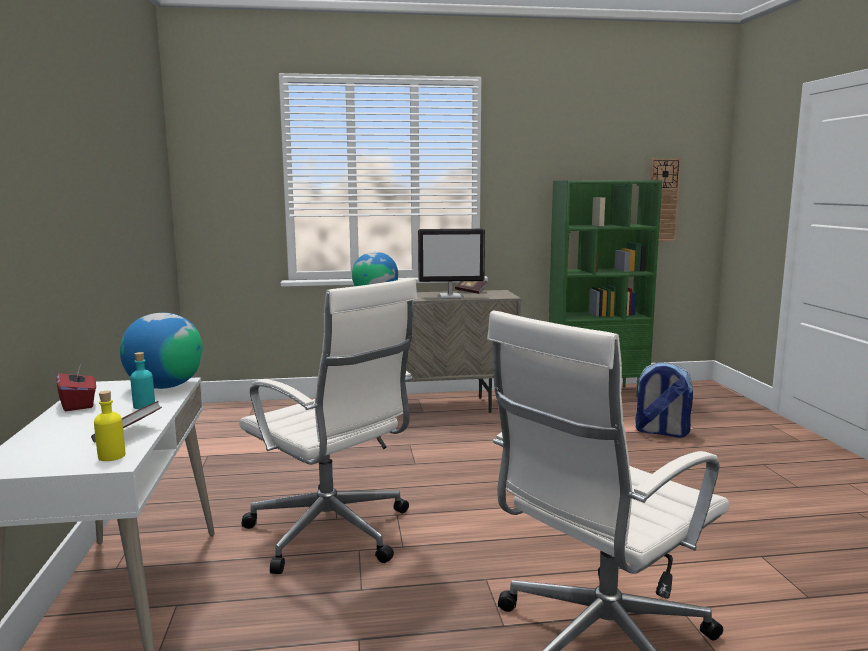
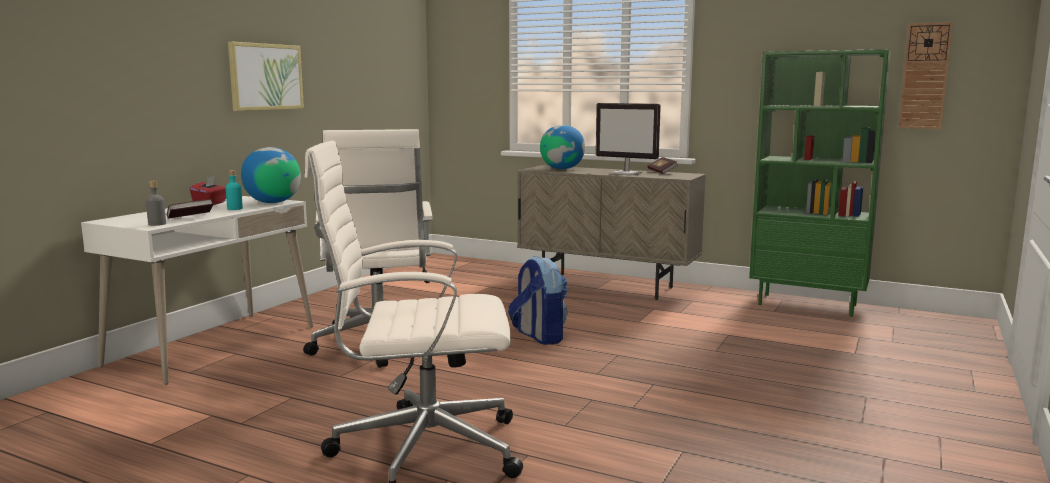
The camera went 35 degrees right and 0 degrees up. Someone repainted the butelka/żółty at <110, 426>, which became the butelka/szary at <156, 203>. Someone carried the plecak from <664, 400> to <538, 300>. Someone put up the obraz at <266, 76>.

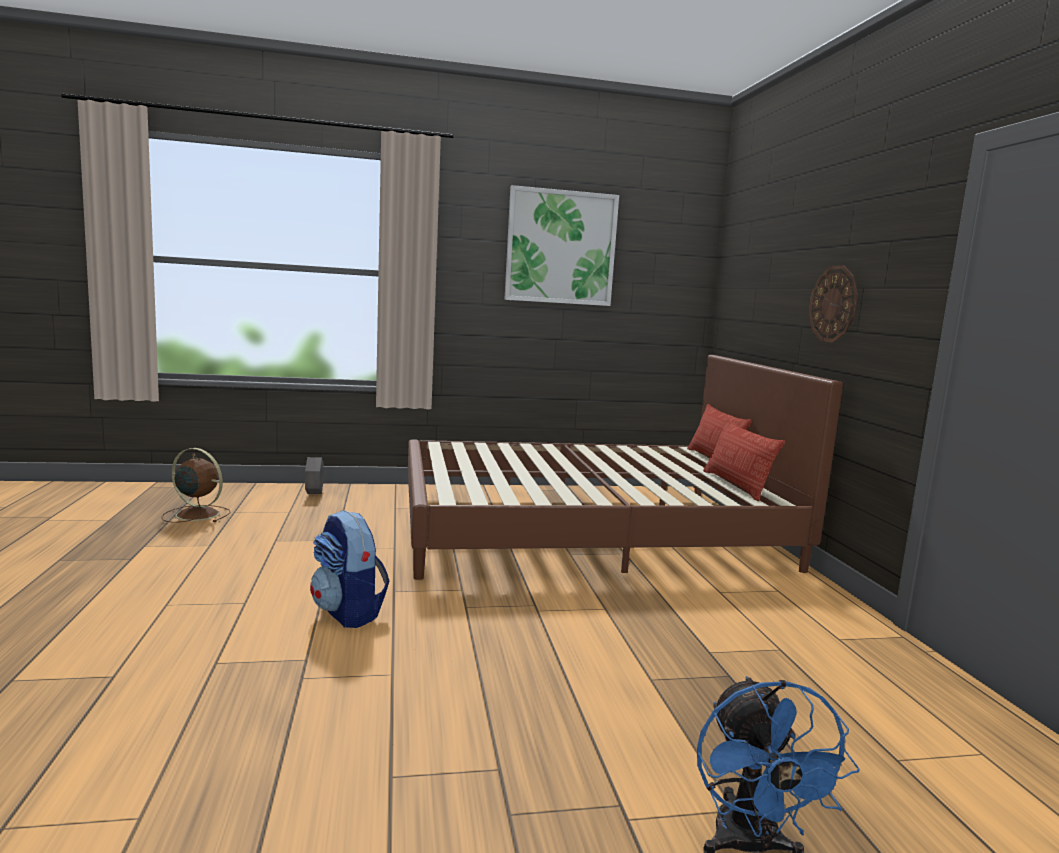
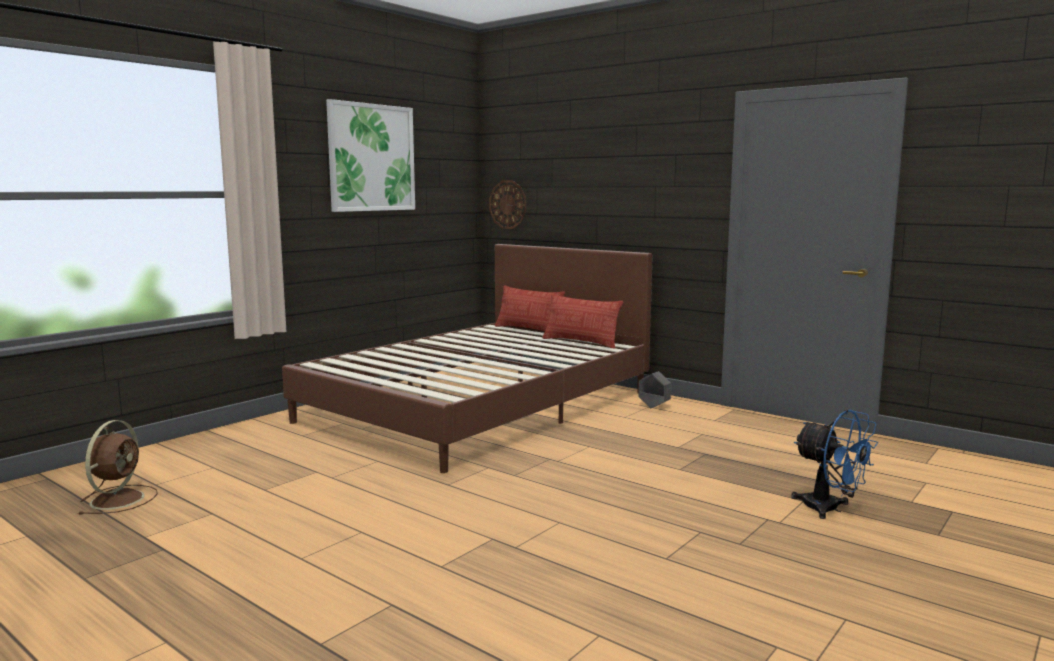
The camera went 40 degrees left and 0 degrees up. Someone rotated the wentylator/brązowy at <195, 485> by 120 degrees clockwise. Someone carried the donica/szary from <314, 475> to <654, 389>. Someone took away the plecak at <350, 569>. Someone carried the zegar ścienny from <833, 304> to <507, 204>.

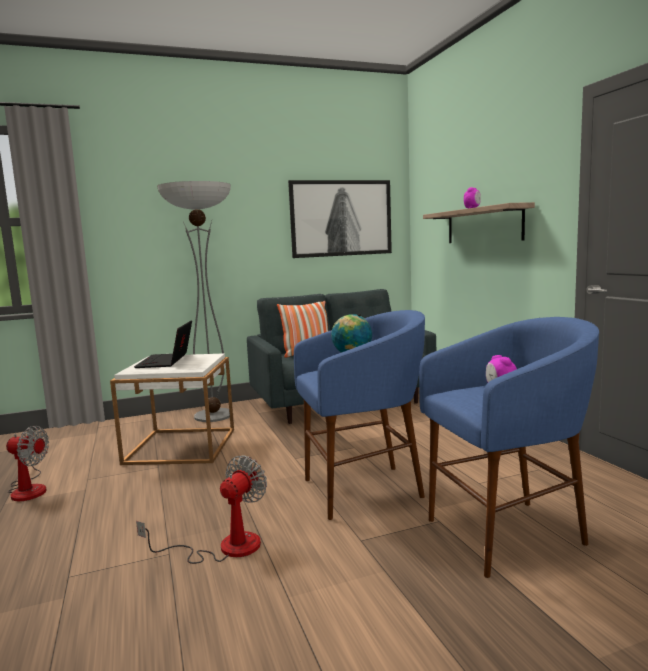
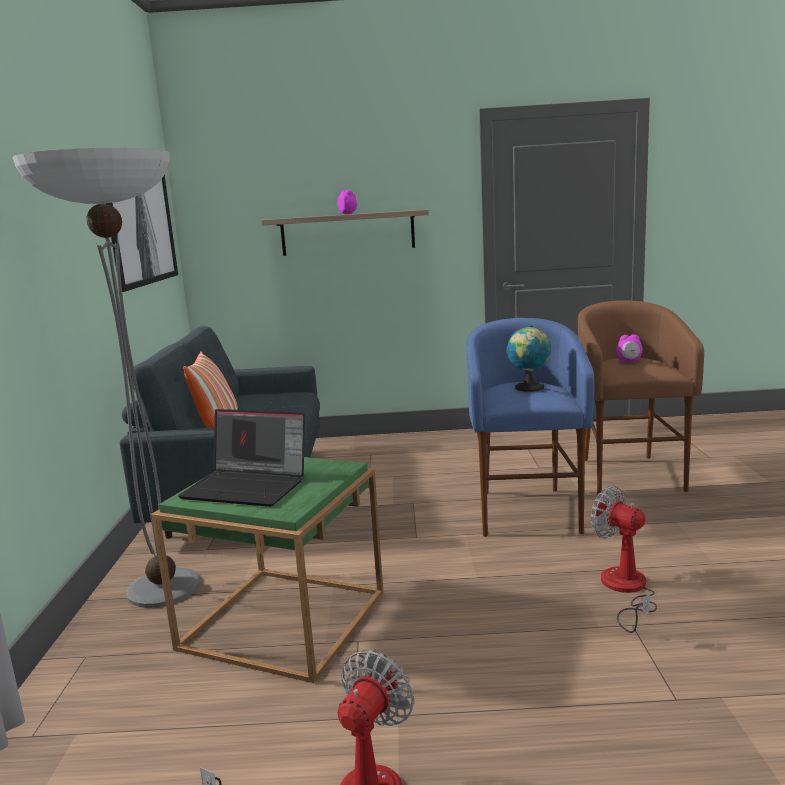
The camera went 70 degrees left and 5 degrees up. Someone repainted the stolik/biały at <172, 409>, which became the stolik/zielony at <267, 570>. Someone repainted the stołek/niebieski at <509, 447>, which became the stołek/brązowy at <641, 397>.

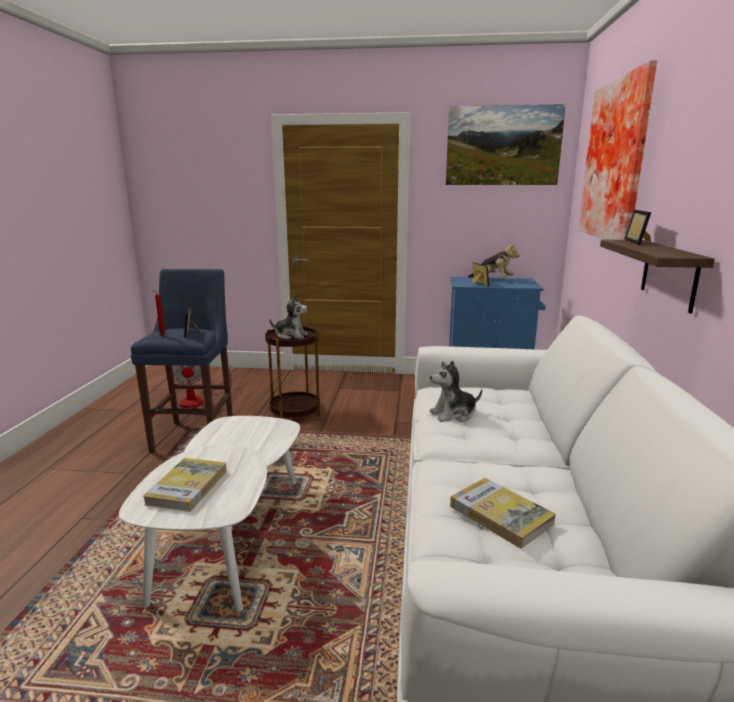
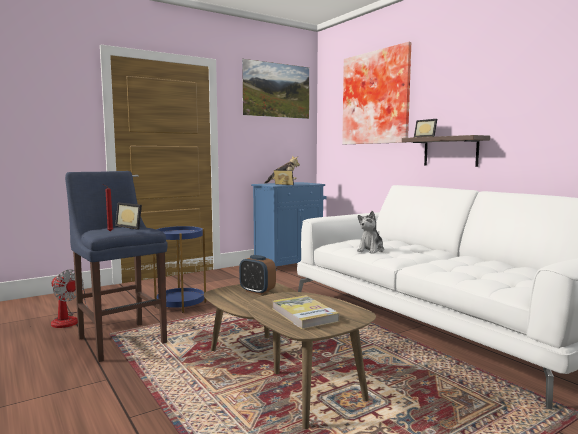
The camera went 40 degrees left and 10 degrees down. Someone repainted the ława/biały at <209, 514>, which became the ława/brązowy at <290, 356>. Someone repainted the stolik/brązowy at <292, 372>, which became the stolik/niebieski at <179, 269>. Someone took away the pluszak at <288, 316>. Someone took away the książka at <503, 513>. Someone put down the budzik at <257, 275>.

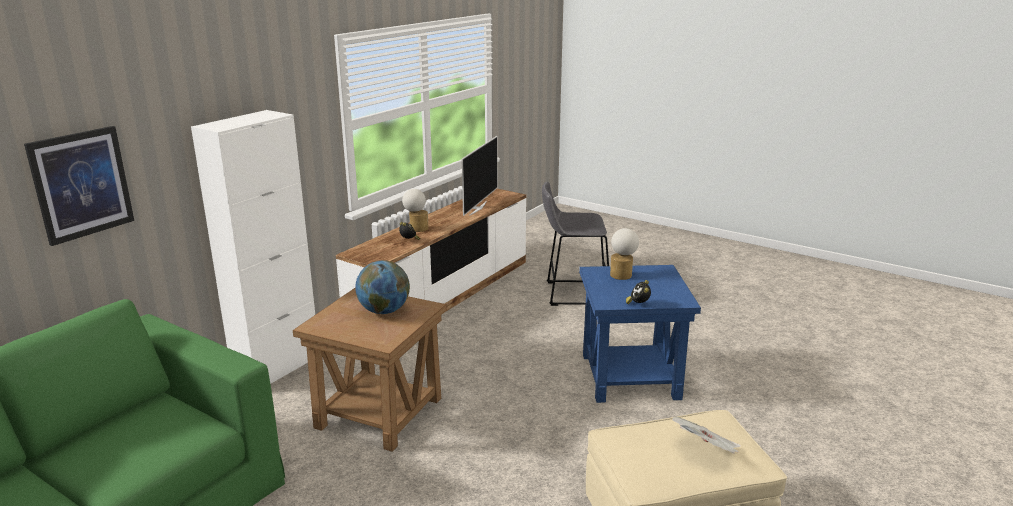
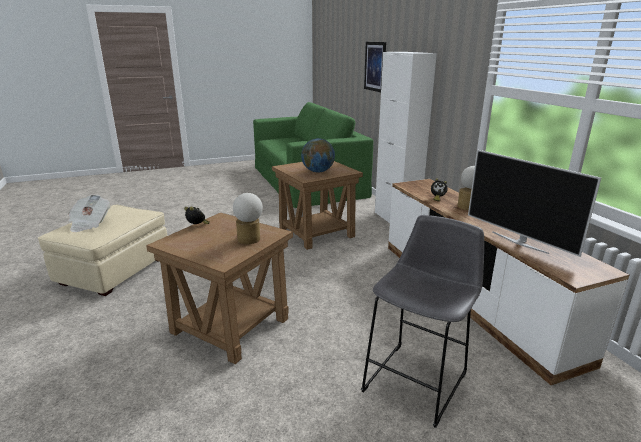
The camera went 125 degrees right and 0 degrees up. Someone repainted the stolik/niebieski at <640, 334>, which became the stolik/brązowy at <219, 288>.

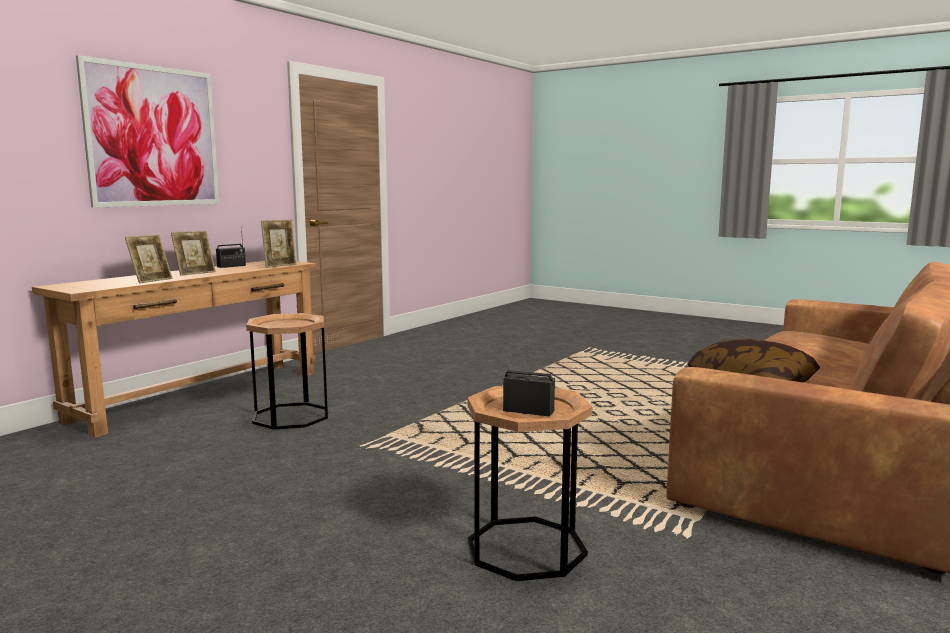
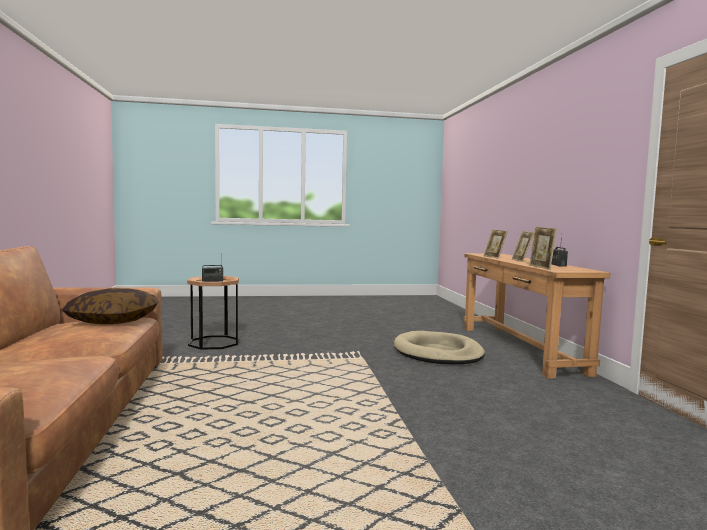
The camera went 135 degrees right and 5 degrees down. Someone took away the obraz at <147, 131>. Someone swapped the stolik/brązowy at <287, 371> for the legowisko/beżowy at <439, 347>.

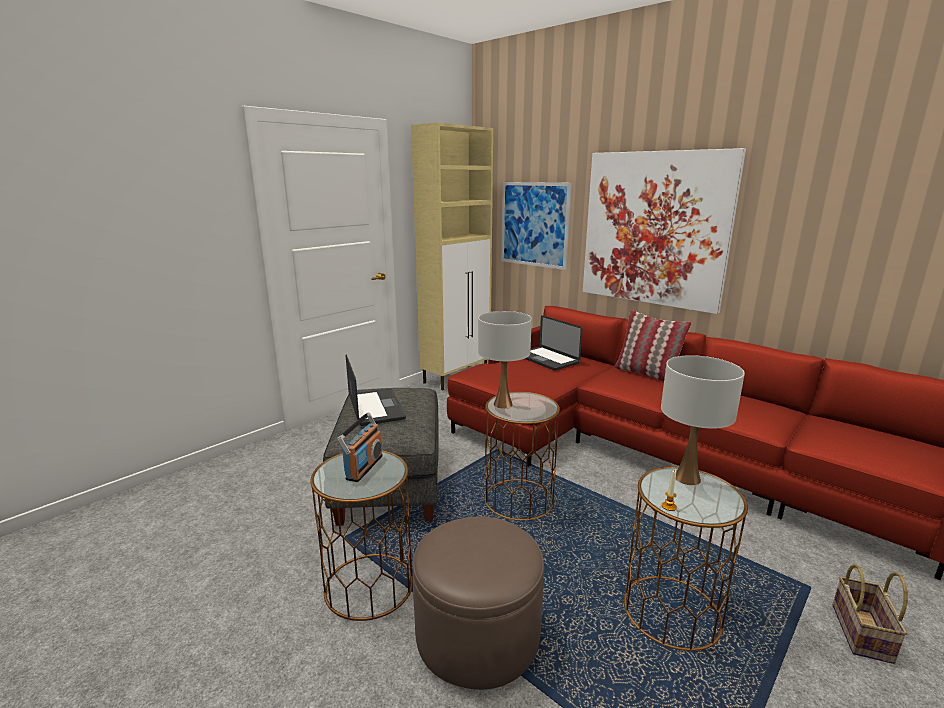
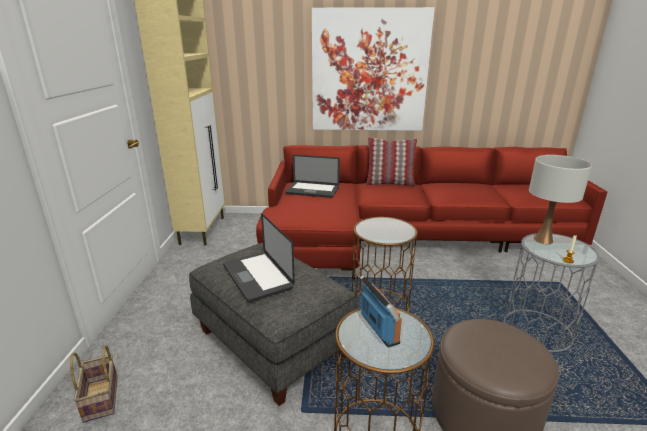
The camera went 40 degrees left and 5 degrees up. Someone rotated the laptop at <376, 390> by 150 degrees counterclockwise. Someone took away the lampa stołowa/biały at <505, 359>. Someone took away the obraz at <536, 226>. Someone repainted the stolik/brązowy at <686, 559>, which became the stolik/szary at <552, 292>. Someone carried the koszyk from <870, 614> to <94, 384>.

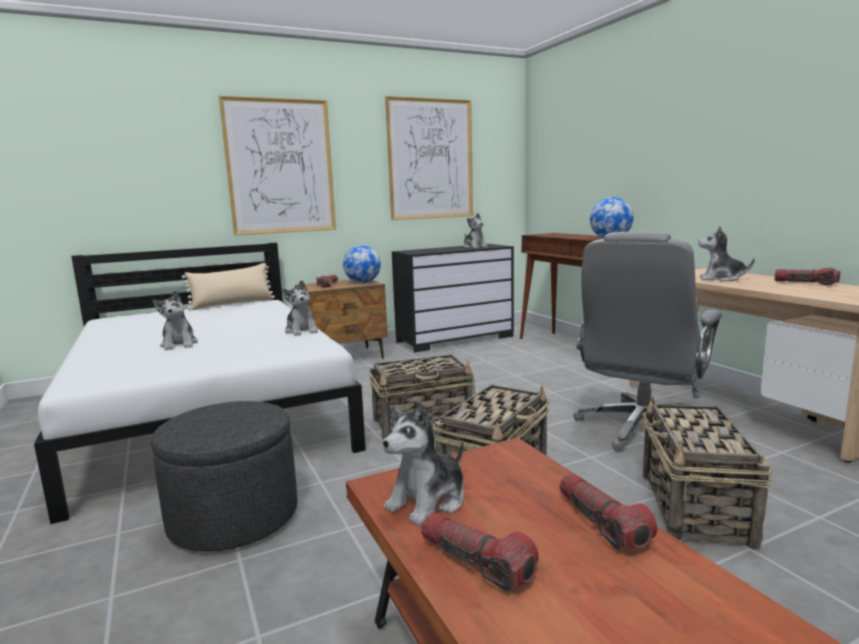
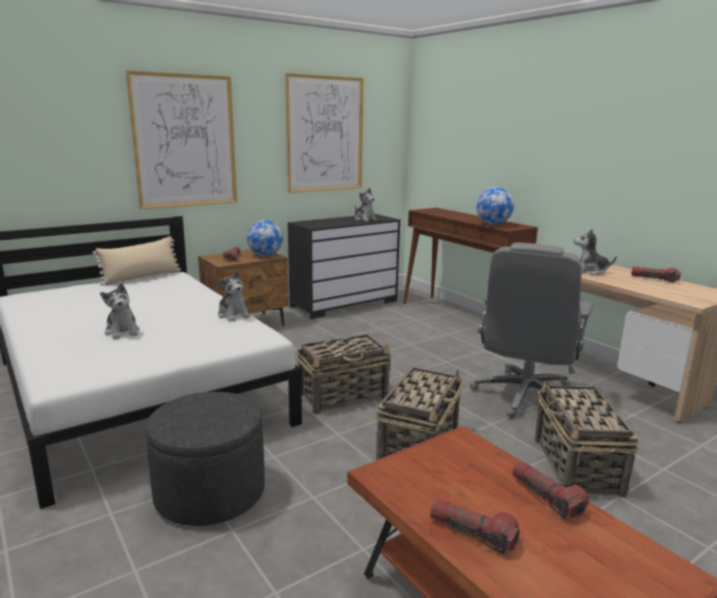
The camera went 10 degrees left and 5 degrees up. Someone took away the pluszak at <423, 463>.

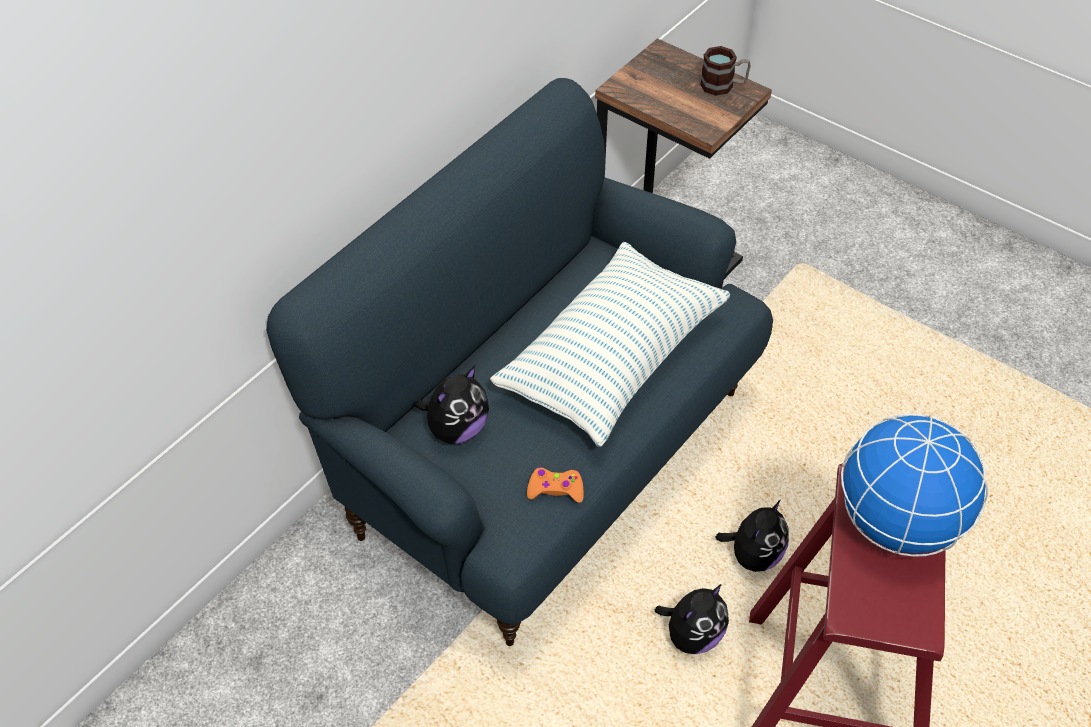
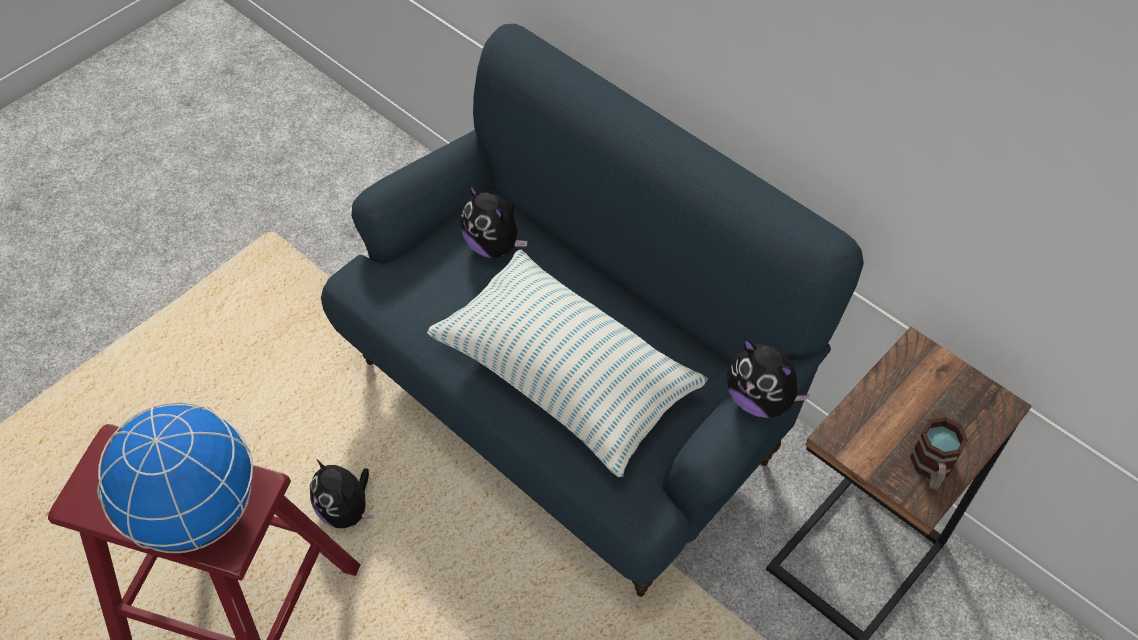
The camera went 95 degrees right and 5 degrees up. Someone took away the pad do gier/pomarańczowy at <555, 485>. Someone carried the pluszak from <751, 536> to <768, 378>.

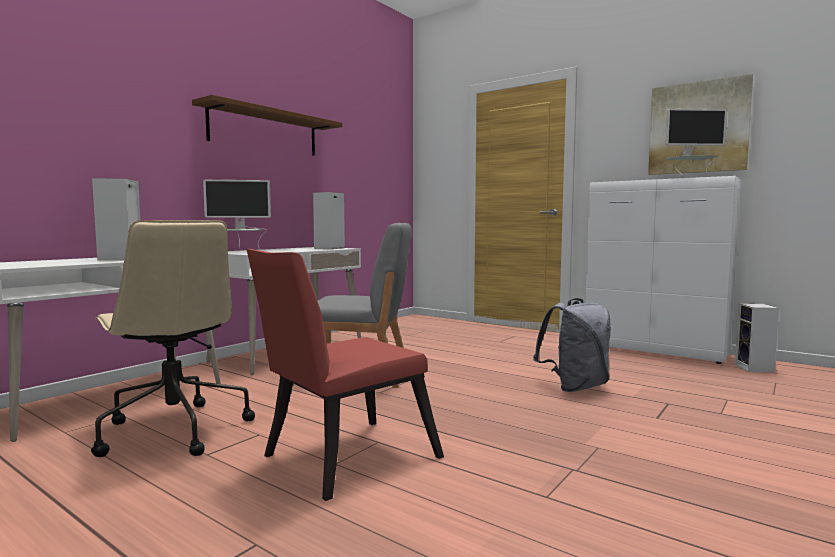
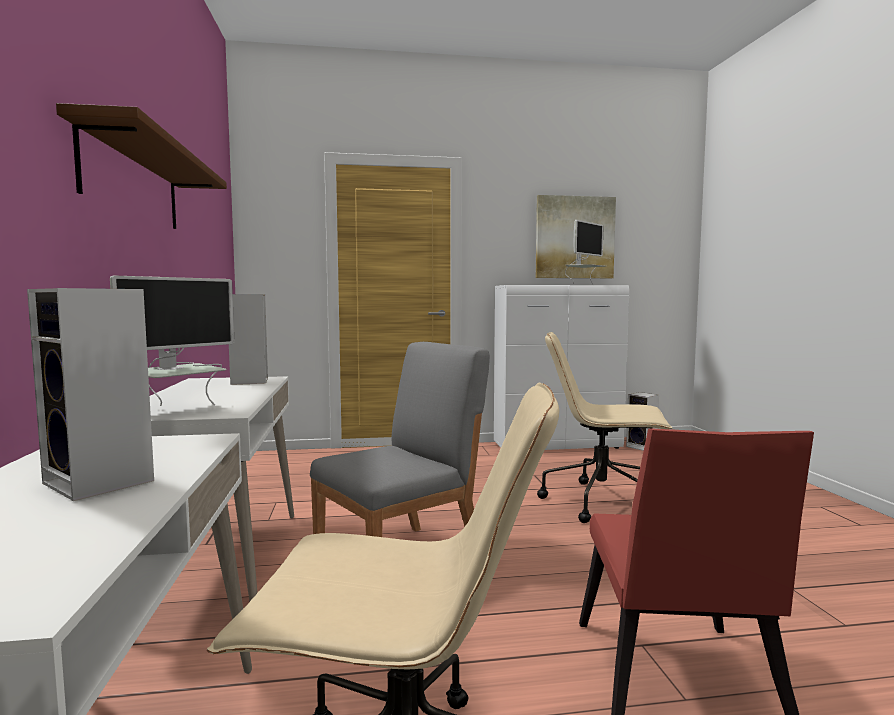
The camera went 45 degrees left and 0 degrees up. Someone swapped the plecak/szary at <572, 345> for the krzesło biurowe/beżowy at <604, 427>.

